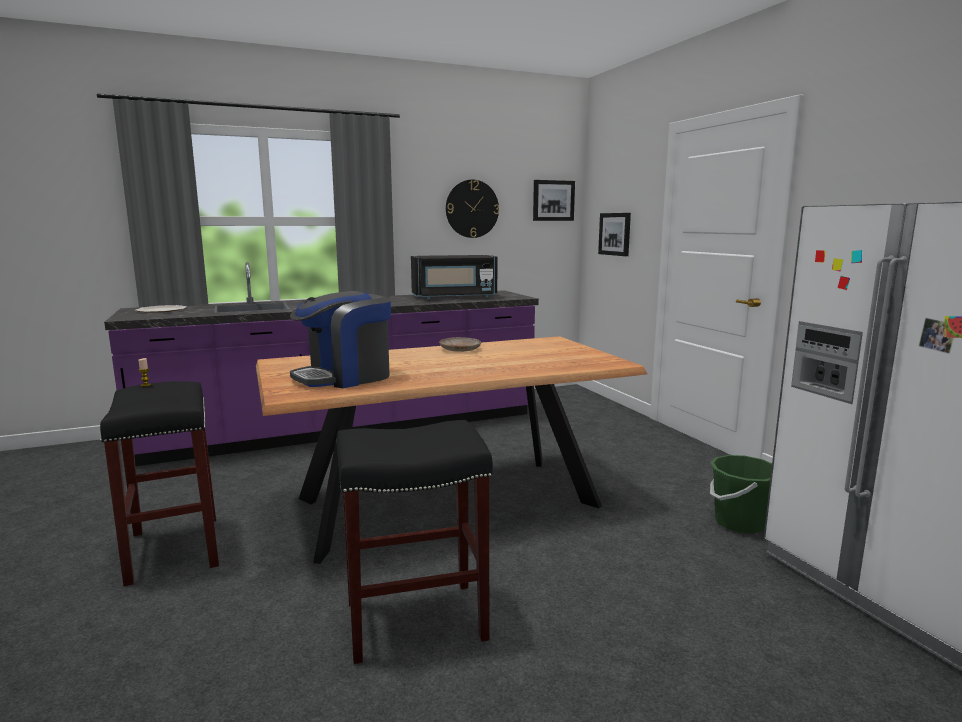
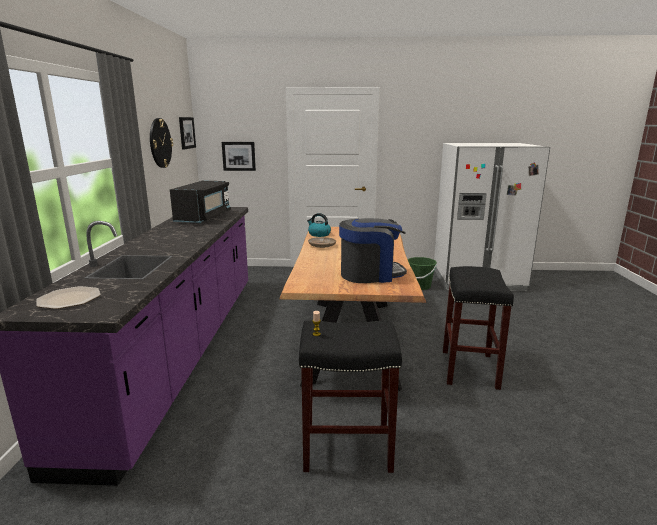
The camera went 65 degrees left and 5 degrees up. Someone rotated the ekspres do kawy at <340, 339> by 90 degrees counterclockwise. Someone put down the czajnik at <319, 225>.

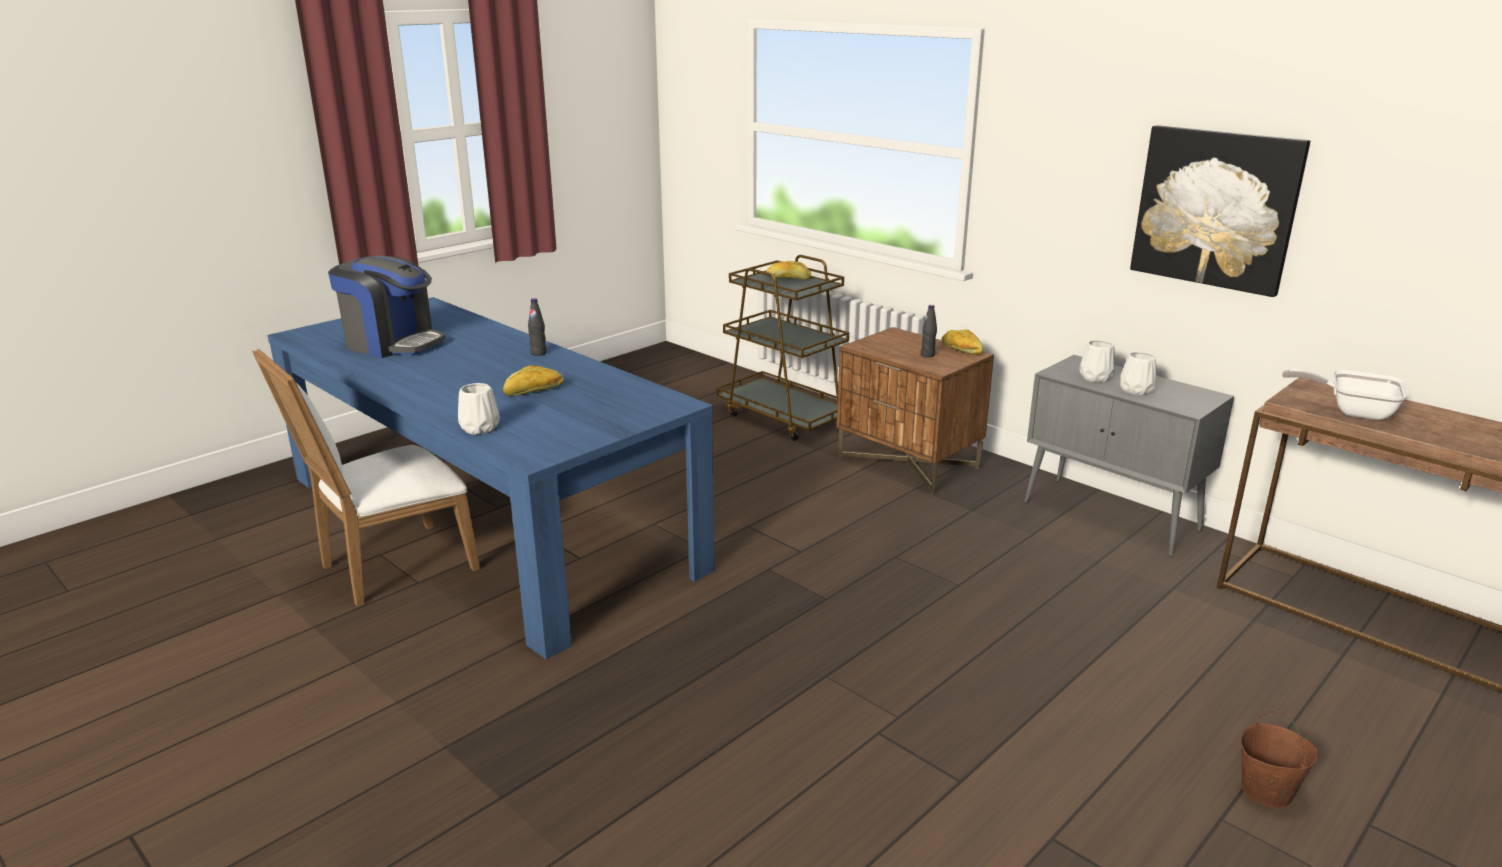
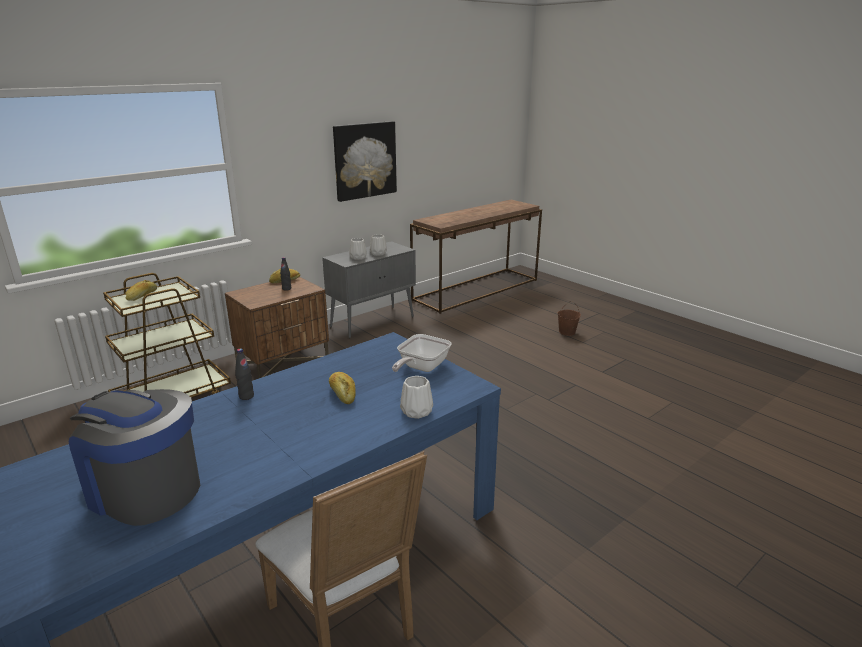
The camera went 85 degrees left and 0 degrees up. Someone rotated the ekspres do kawy at <386, 307> by 90 degrees counterclockwise. Someone carried the patelnia from <1345, 394> to <421, 353>.

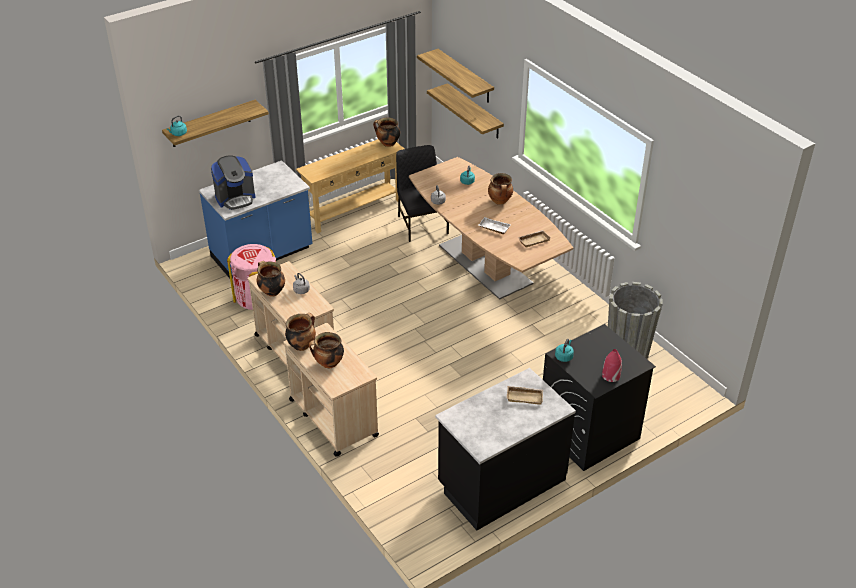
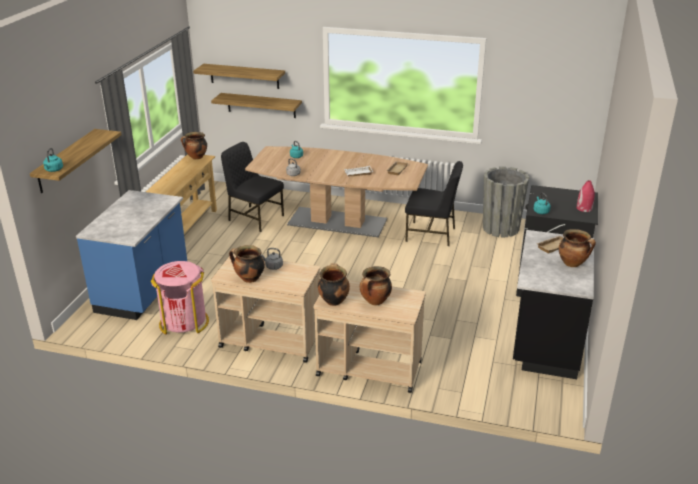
The camera went 40 degrees left and 10 degrees down. Someone took away the ekspres do kawy at <233, 183>. Someone carried the garnek from <500, 189> to <577, 248>. Someone put down the krzesło/czarny at <434, 203>.

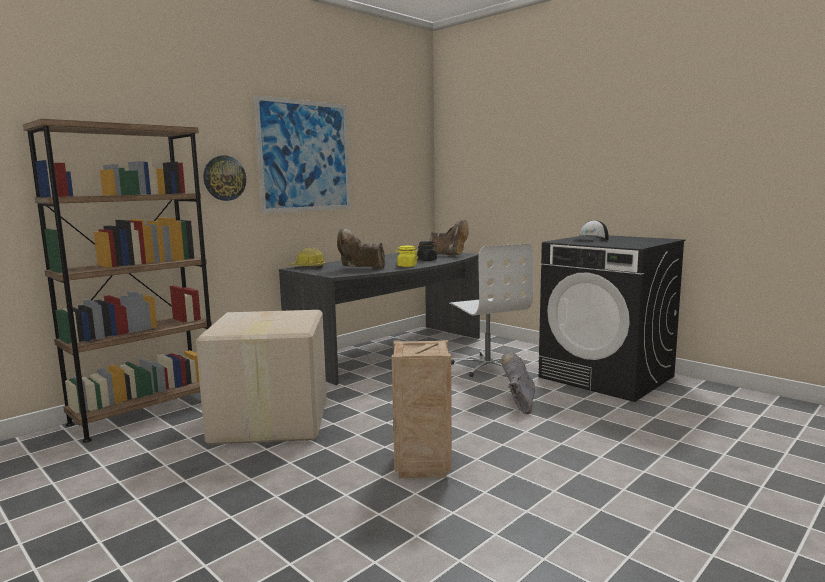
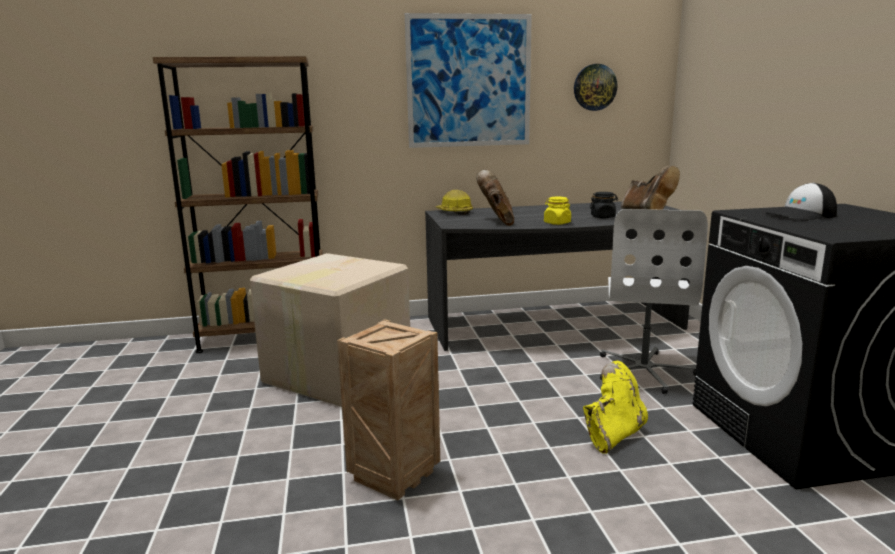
The camera went 35 degrees right and 5 degrees up. Someone carried the zegar ścienny from <224, 178> to <595, 87>. Someone rotated the but z cholewką/brązowy at <361, 248> by 45 degrees clockwise. Someone repainted the but z cholewką/szary at <518, 382>, which became the but z cholewką/żółty at <615, 407>.

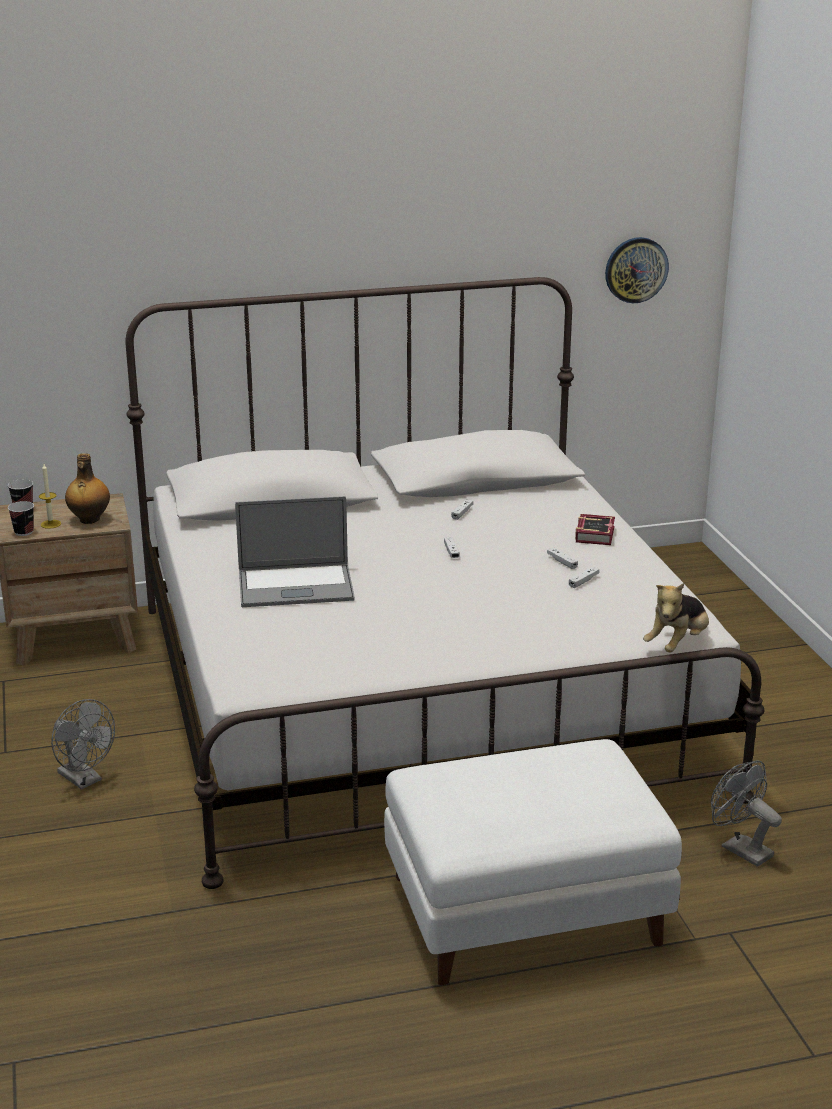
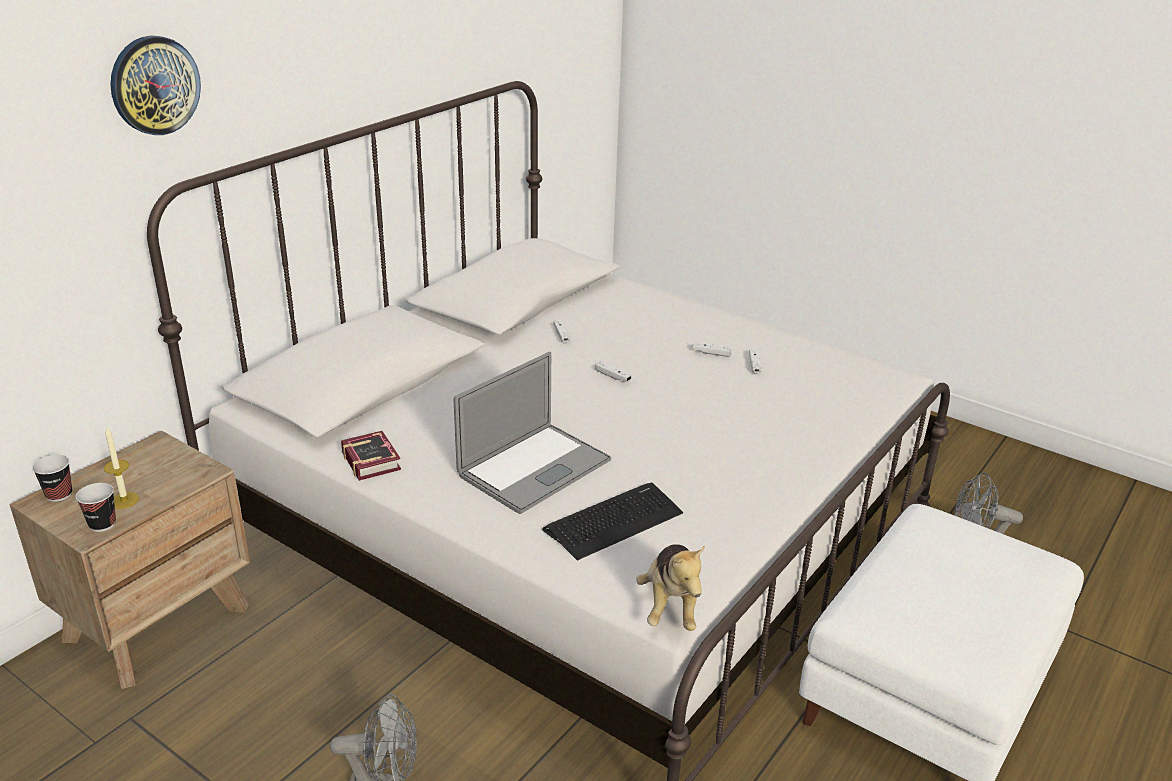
The camera went 40 degrees left and 5 degrees up. Someone took away the butelka at <87, 488>. Someone carried the książka from <595, 529> to <371, 456>. Someone carried the zegar ścienny from <637, 270> to <155, 85>. Someone carried the pluszak from <676, 617> to <670, 587>. Someone put down the klawiatura at <612, 521>.

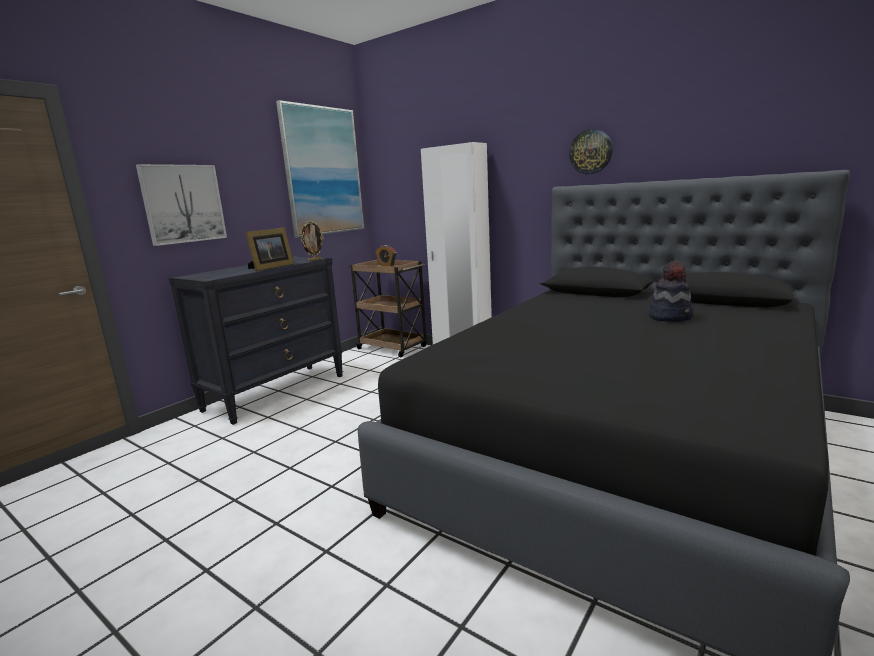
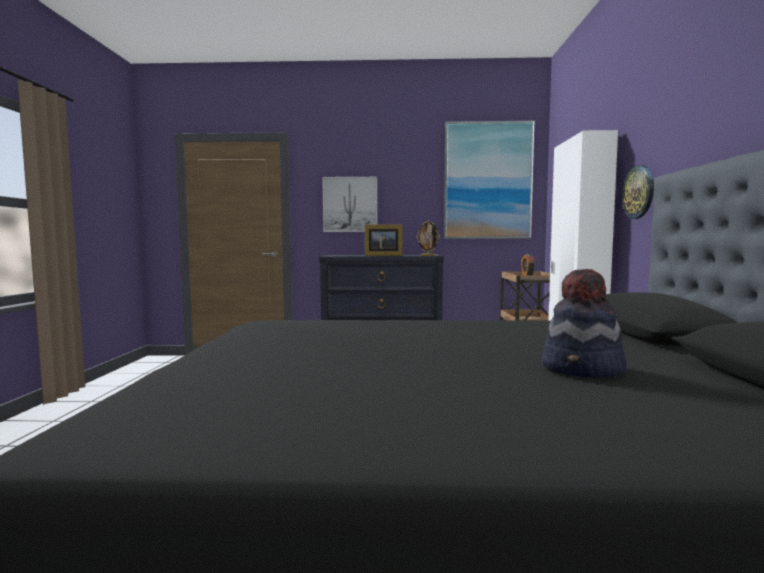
The camera went 55 degrees right and 10 degrees down. Someone carried the zegar ścienny from <591, 151> to <637, 192>.

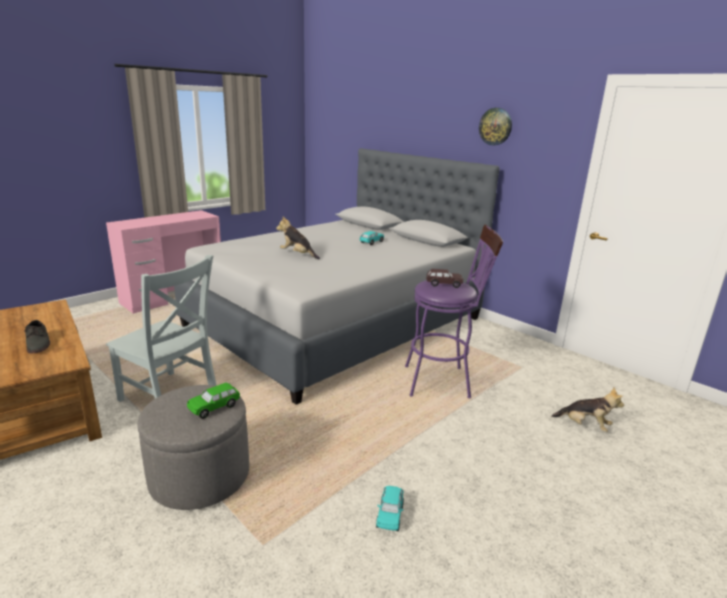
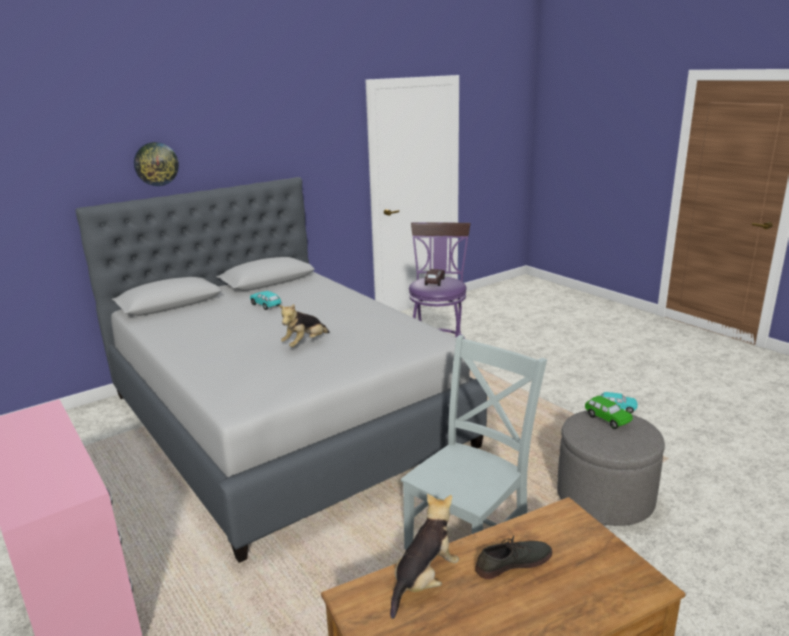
The camera went 80 degrees left and 0 degrees up. Someone carried the zegar ścienny from <495, 127> to <156, 164>. Someone carried the pluszak from <587, 409> to <424, 556>.

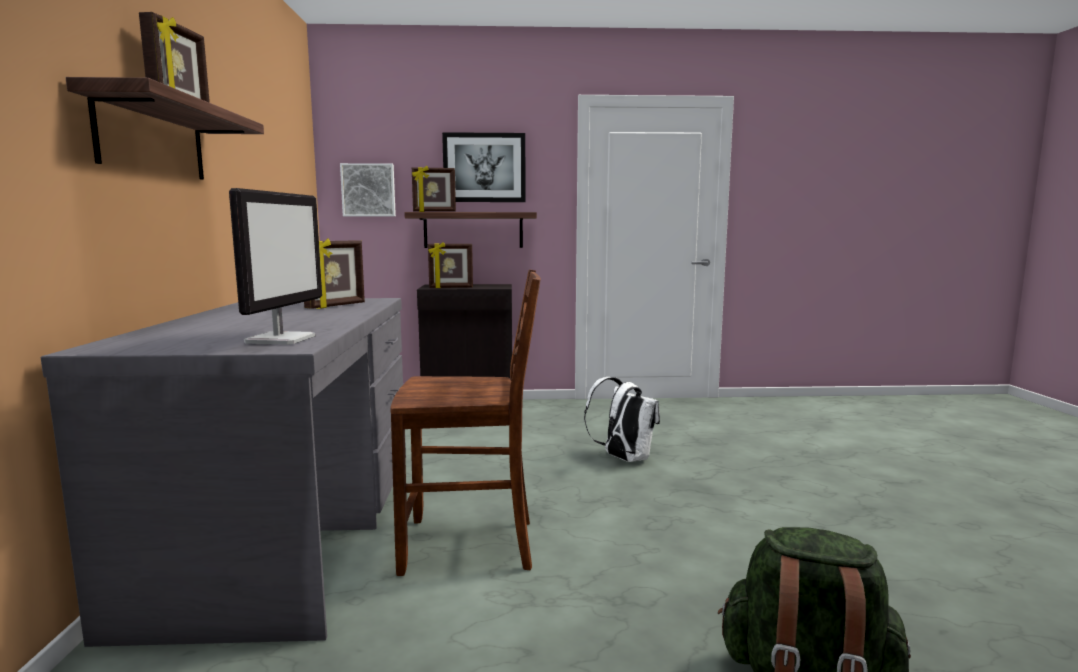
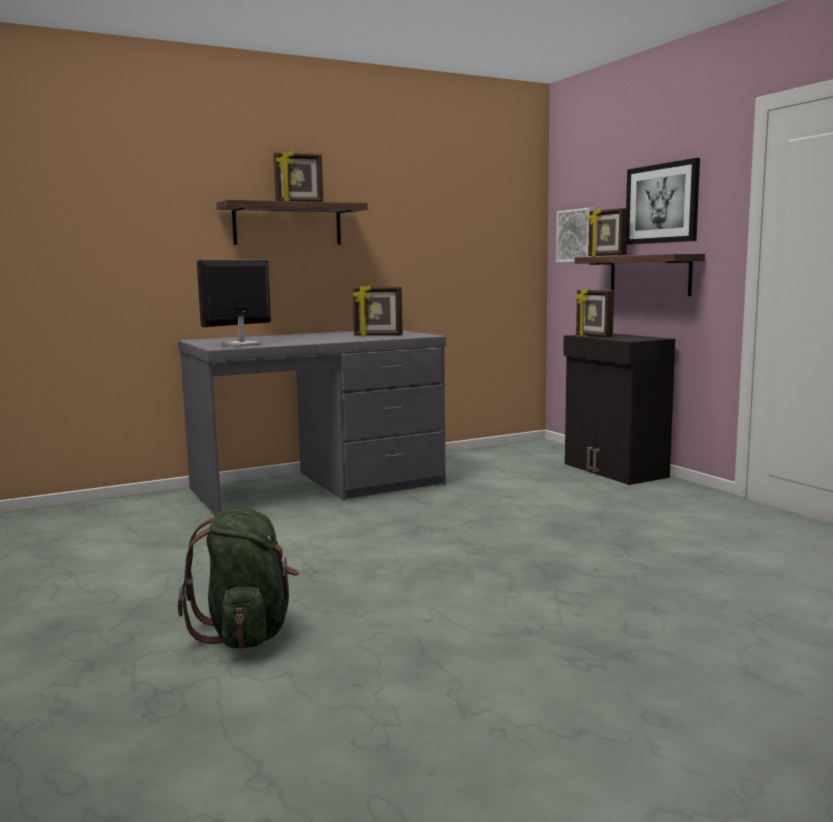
The camera went 65 degrees right and 0 degrees up. Someone rotated the monitor at <275, 266> by 150 degrees clockwise. Someone took away the krzesło/brązowy at <465, 423>. Someone took away the plecak/biały at <622, 419>.

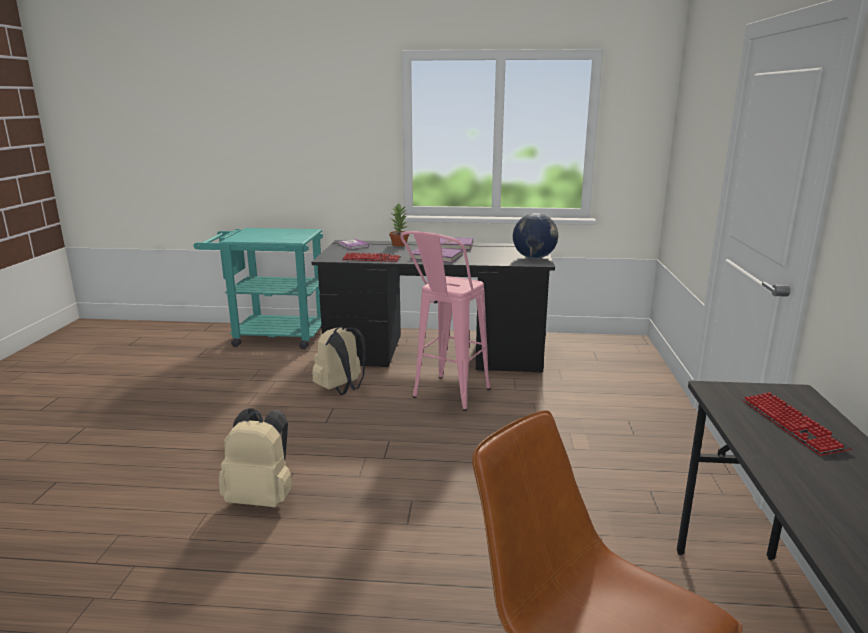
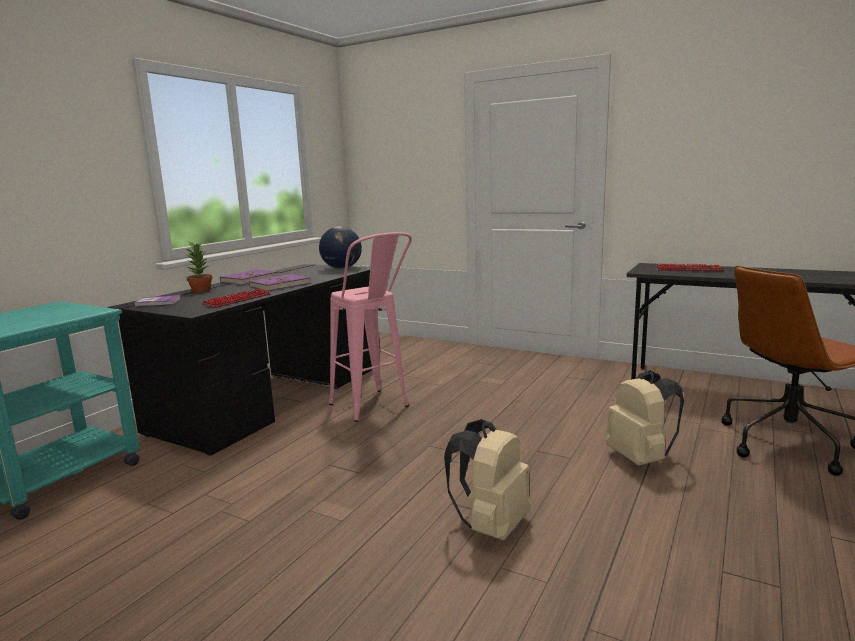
The camera went 65 degrees left and 5 degrees down. Someone carried the plecak/beżowy from <339, 360> to <645, 418>.

